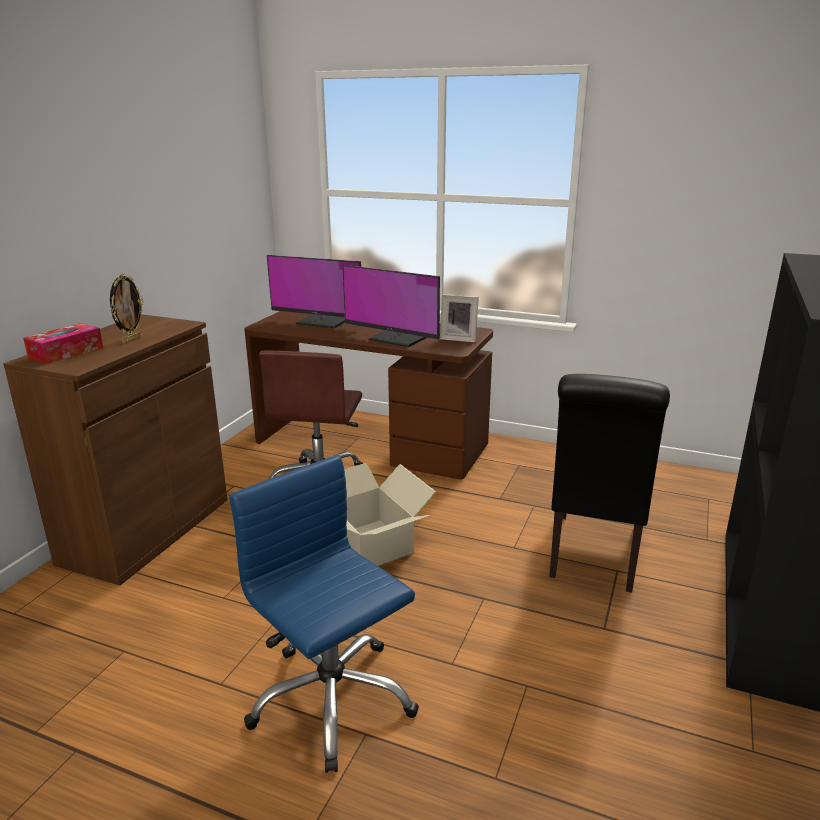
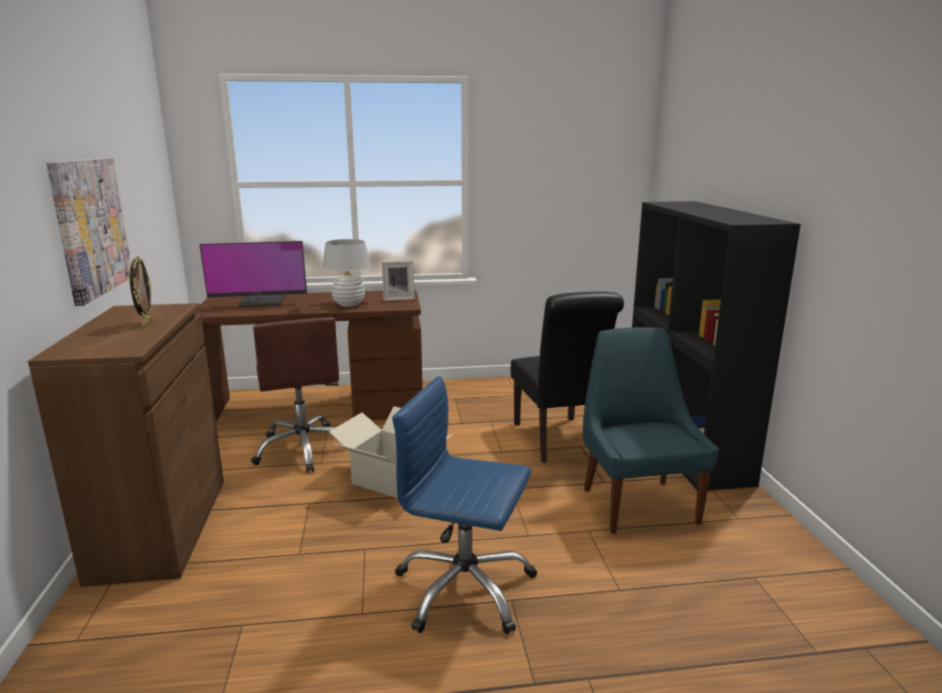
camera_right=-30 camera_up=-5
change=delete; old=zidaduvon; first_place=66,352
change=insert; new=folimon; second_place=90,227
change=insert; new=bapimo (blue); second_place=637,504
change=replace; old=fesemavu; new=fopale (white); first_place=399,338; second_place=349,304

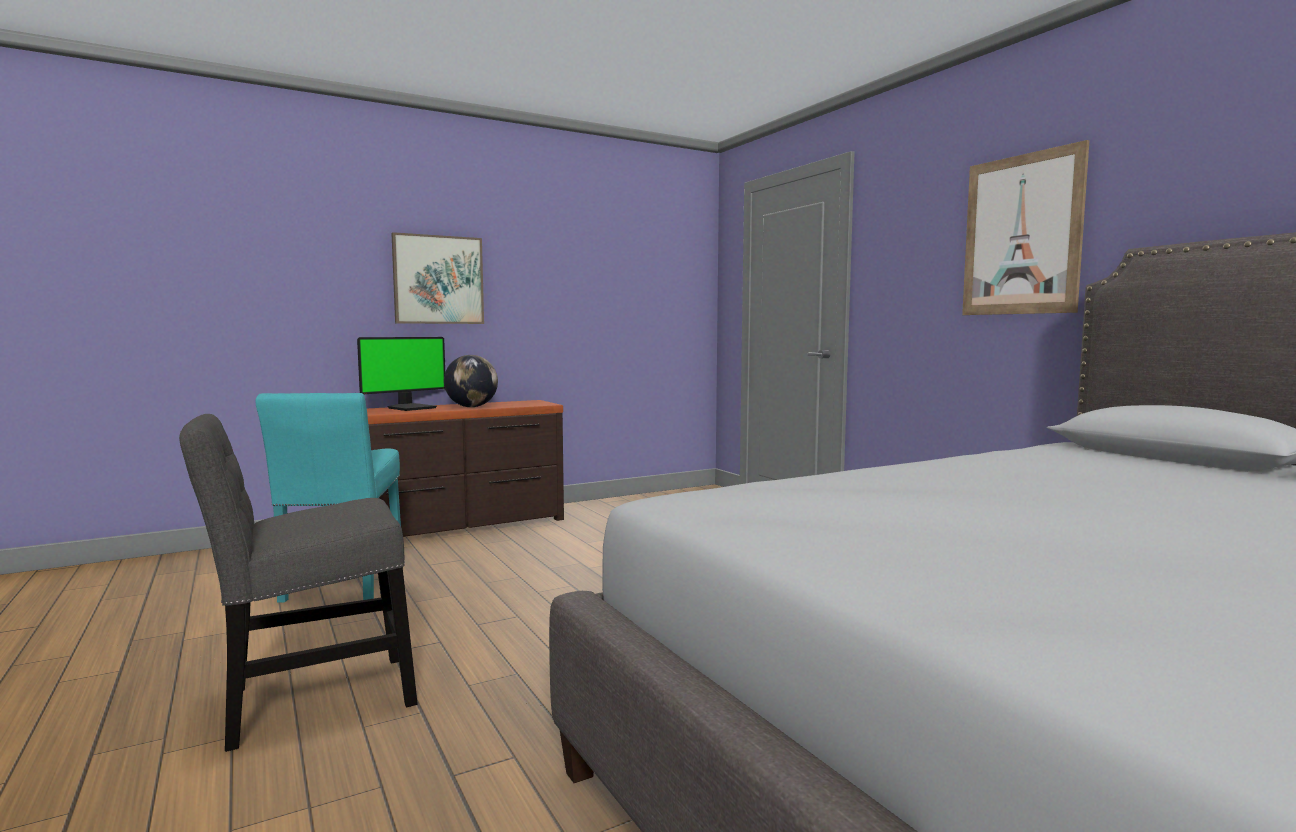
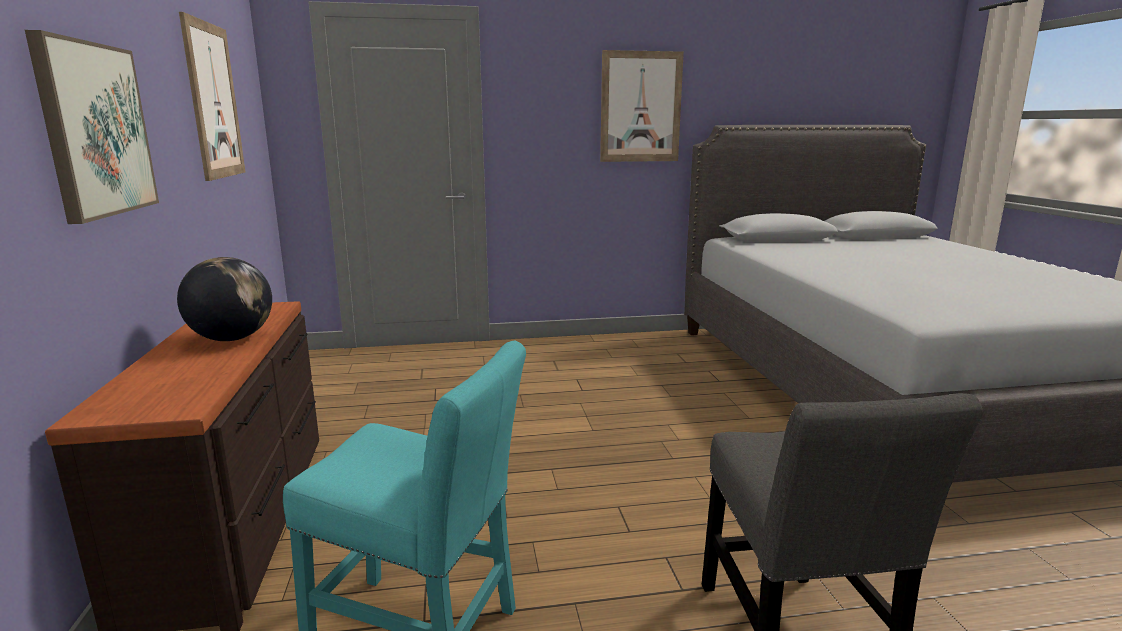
camera_right=-70 camera_up=10
change=delete; old=fesemavu; first_place=411,408
change=insert; new=folimon; second_place=214,101

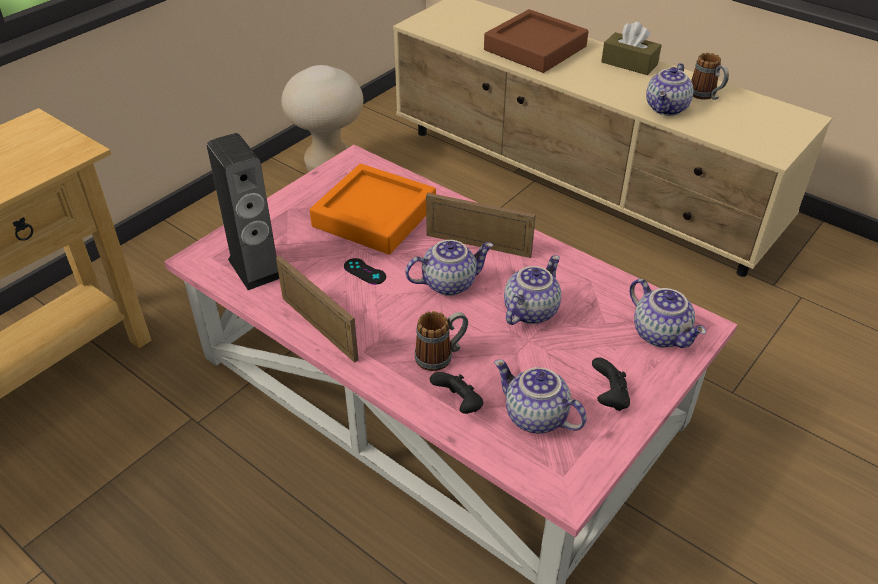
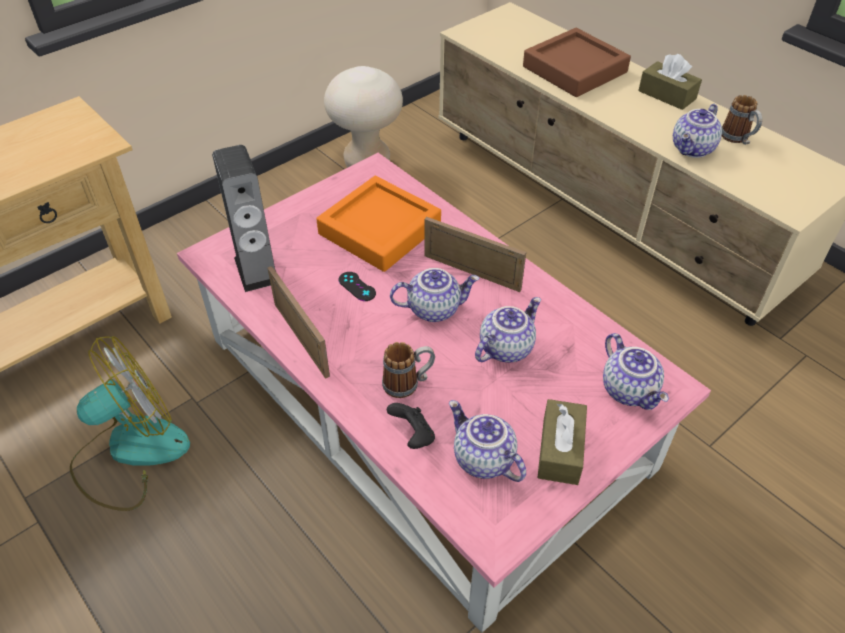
camera_right=10 camera_up=5
change=insert; new=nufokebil; second_place=130,452
change=replace; old=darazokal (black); new=zidaduvon (brown); first_place=609,397; second_place=560,450

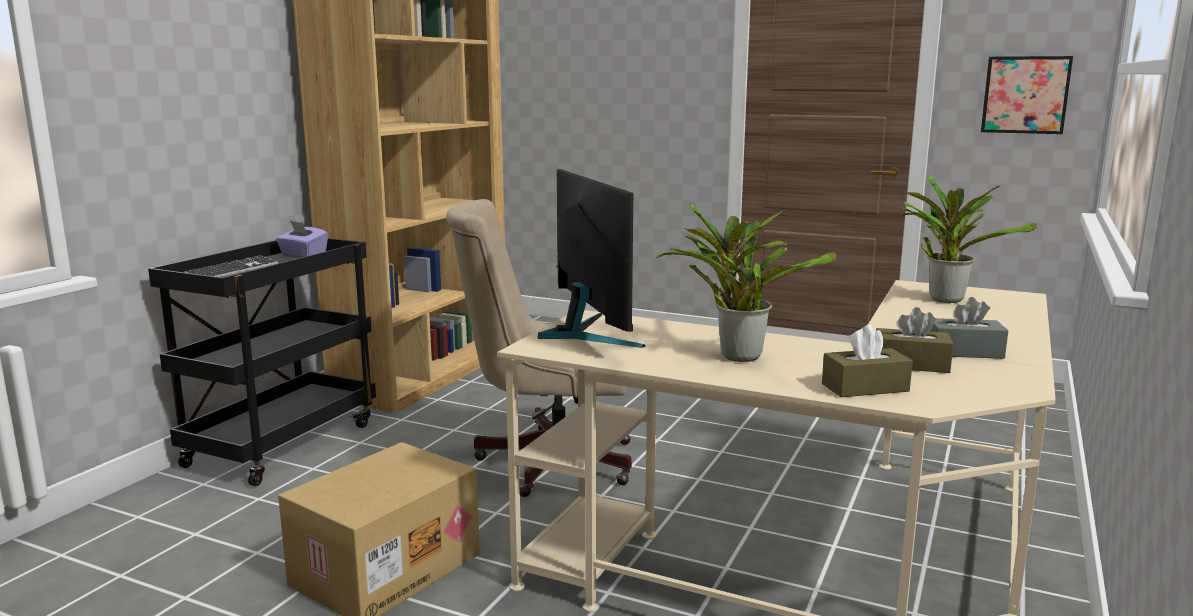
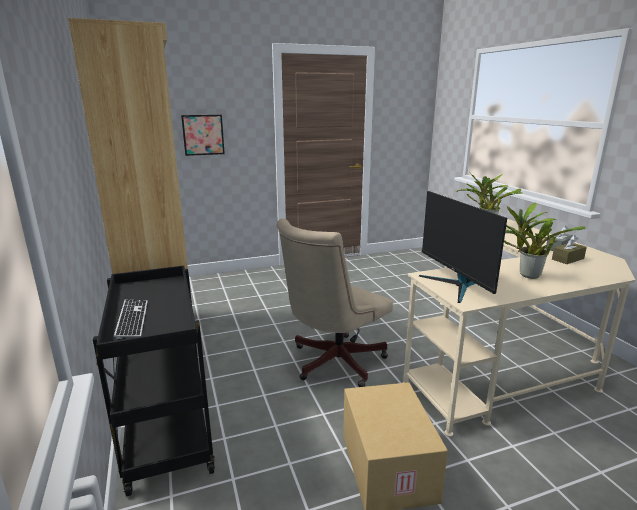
camera_right=-45 camera_up=5
change=delete; old=zidaduvon (purple); first_place=303,256
change=delete; old=zidaduvon (brown); first_place=865,387
change=move; old=folimon; first_place=1025,95; second_place=203,135
change=rotate; old=fesemavu; first_place=585,333; second_place=455,286; degrees=-135

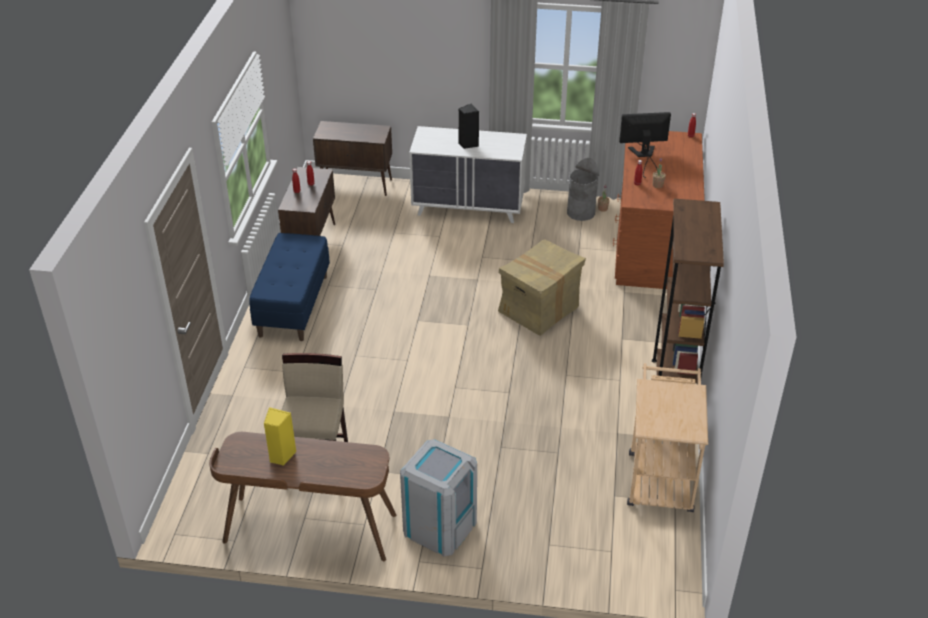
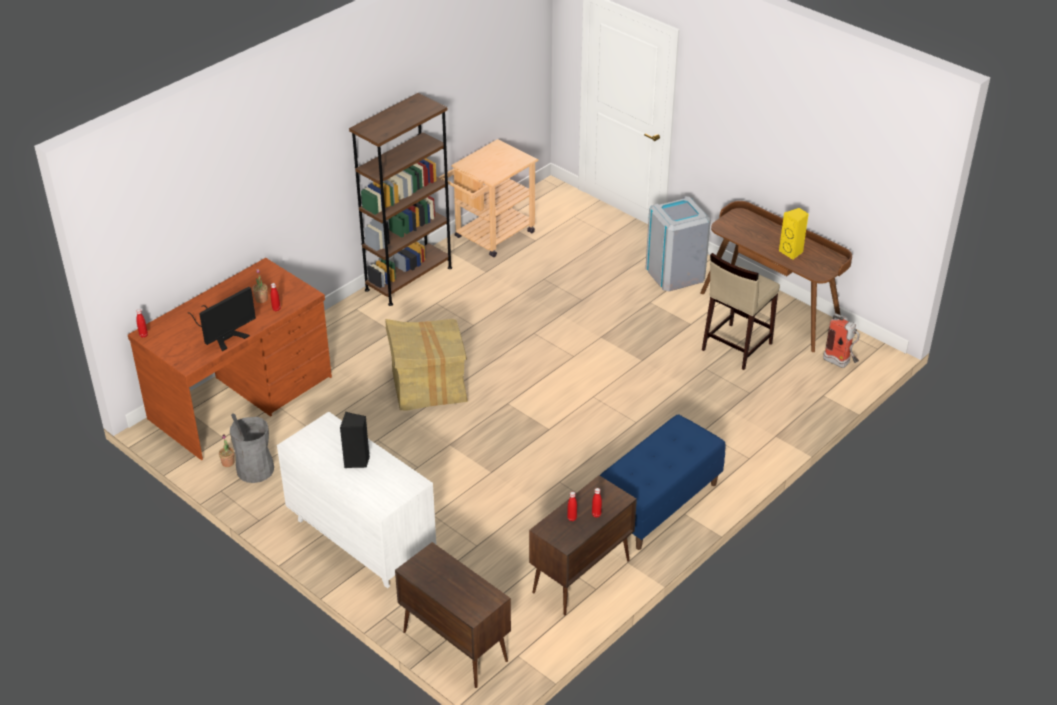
camera_right=-145 camera_up=0
change=insert; new=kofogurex; second_place=840,364
change=rotate; old=fesemavu; first_place=644,156; second_place=223,334; degrees=-75

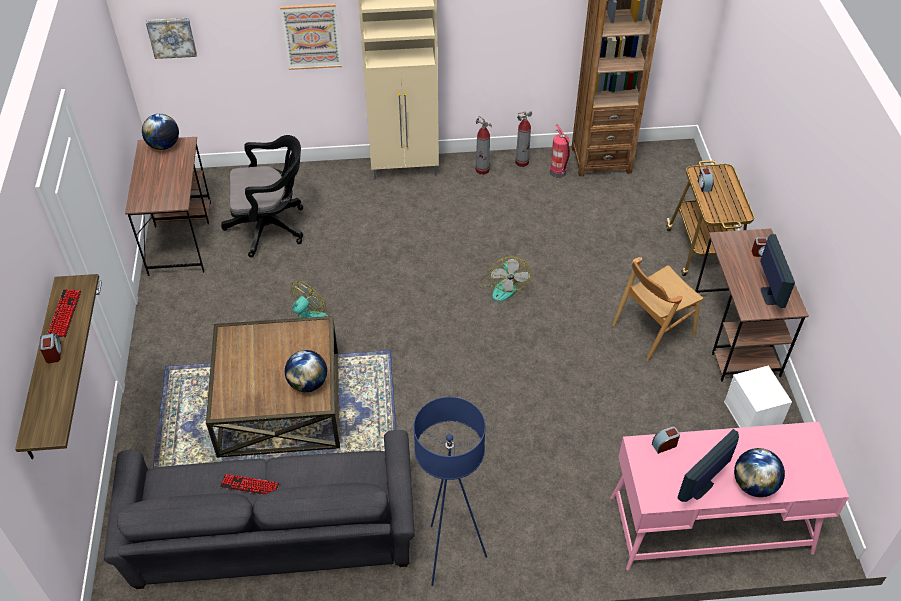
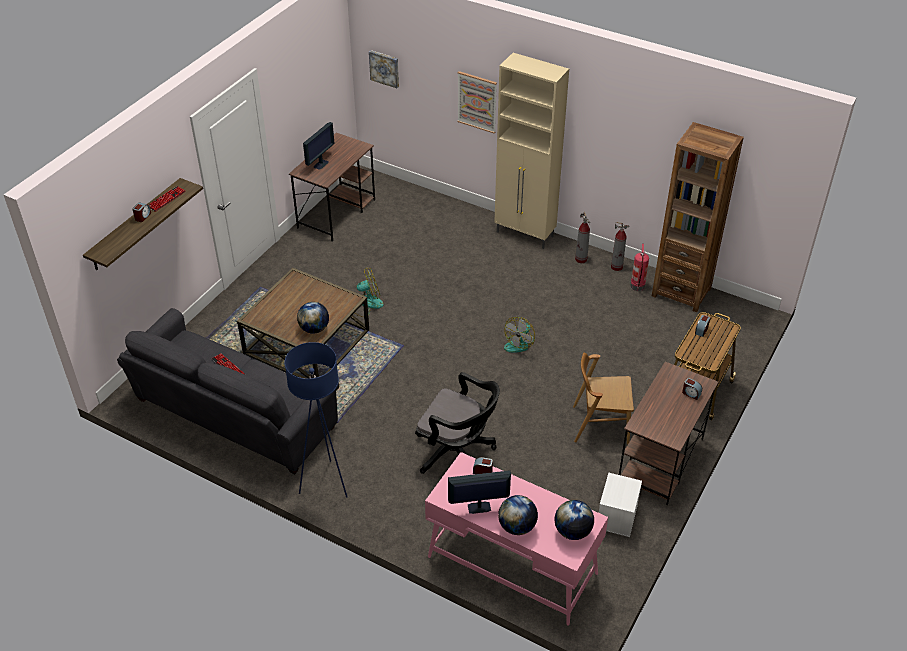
camera_right=35 camera_up=-5
change=move; old=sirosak; first_place=164,145; second_place=572,531
change=move; old=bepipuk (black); first_place=271,227; second_place=458,453
change=move; old=fesemavu; first_place=769,295; second_place=321,164

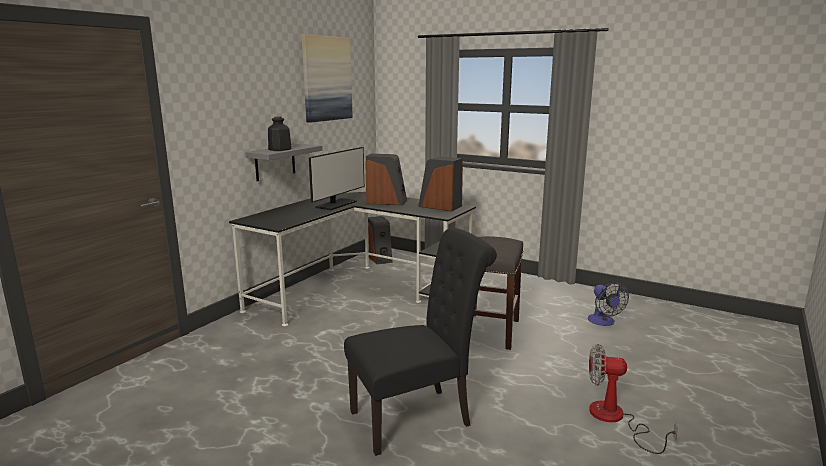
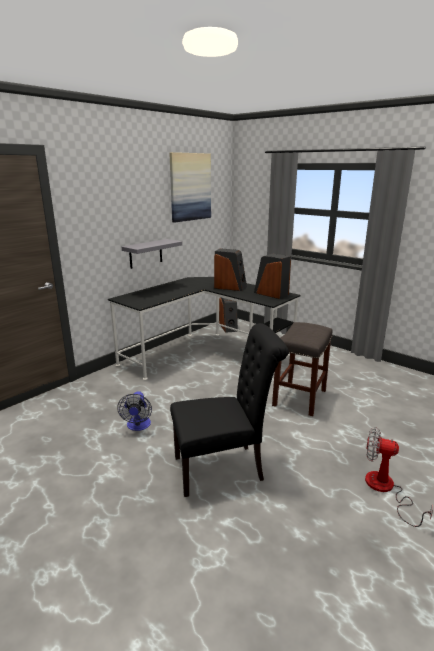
camera_right=10 camera_up=5
change=delete; old=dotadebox; first_place=279,149
change=delete; old=fesemavu; first_place=336,204
change=move; old=nufokebil; first_place=603,322; second_place=138,426

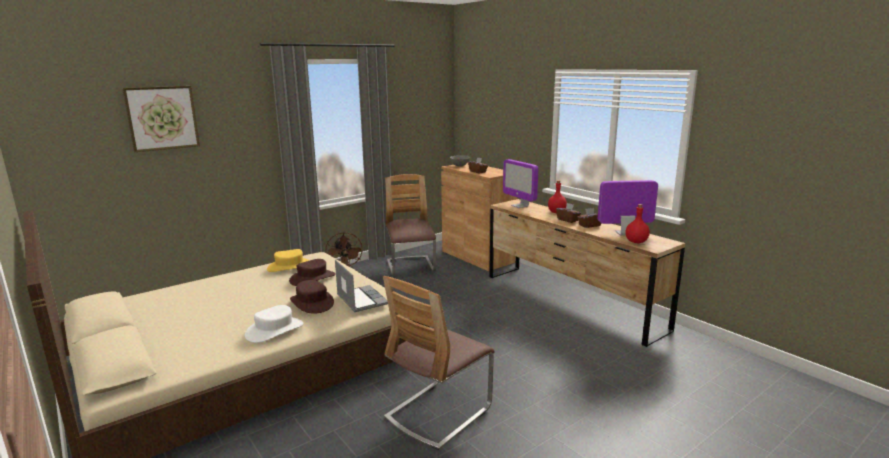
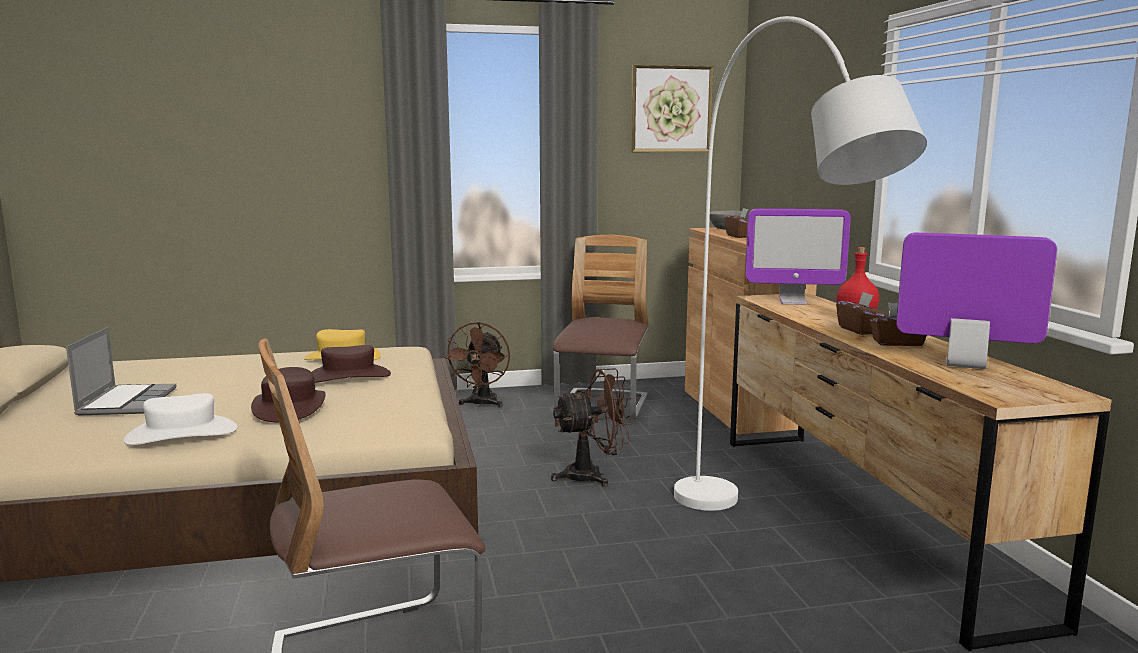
camera_right=25 camera_up=-5
change=delete; old=dotadebox (red); first_place=636,242
change=insert; new=nufokebil (brown); second_place=593,476
change=insert; new=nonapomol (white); second_place=765,552
change=move; old=folimon; first_place=162,118; second_place=671,109
change=move; old=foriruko; first_place=361,300; second_place=126,401
change=rotate; old=fesemavu; first_place=520,206; second_place=793,302; degrees=-75

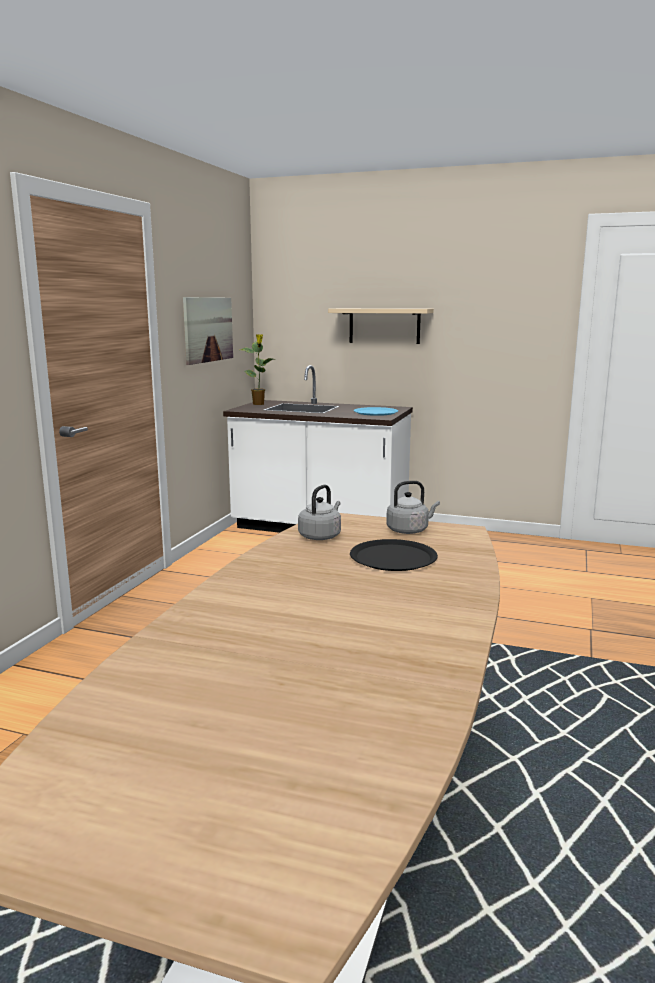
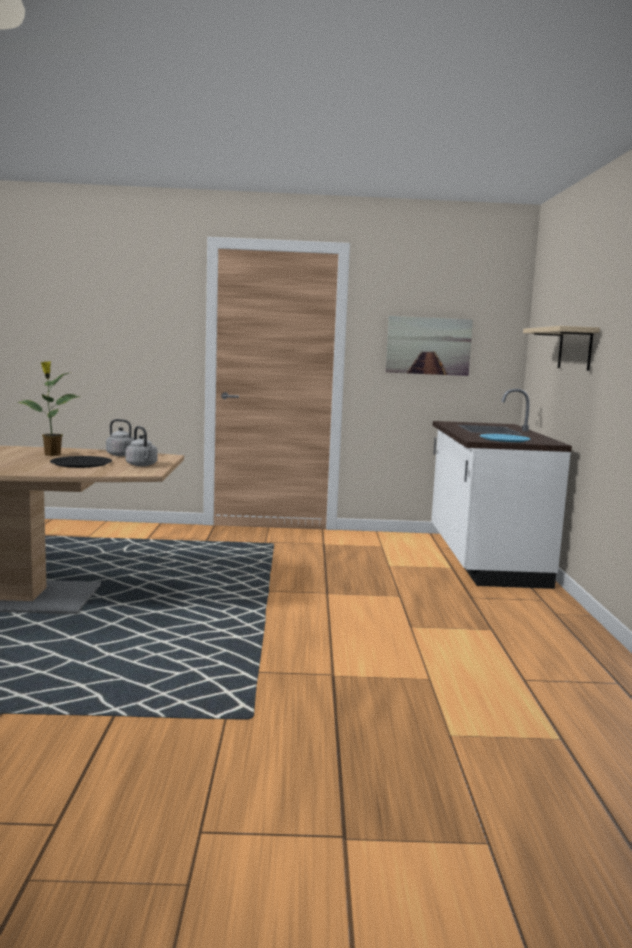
camera_right=70 camera_up=-5
change=move; old=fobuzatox; first_place=259,404; second_place=51,454

